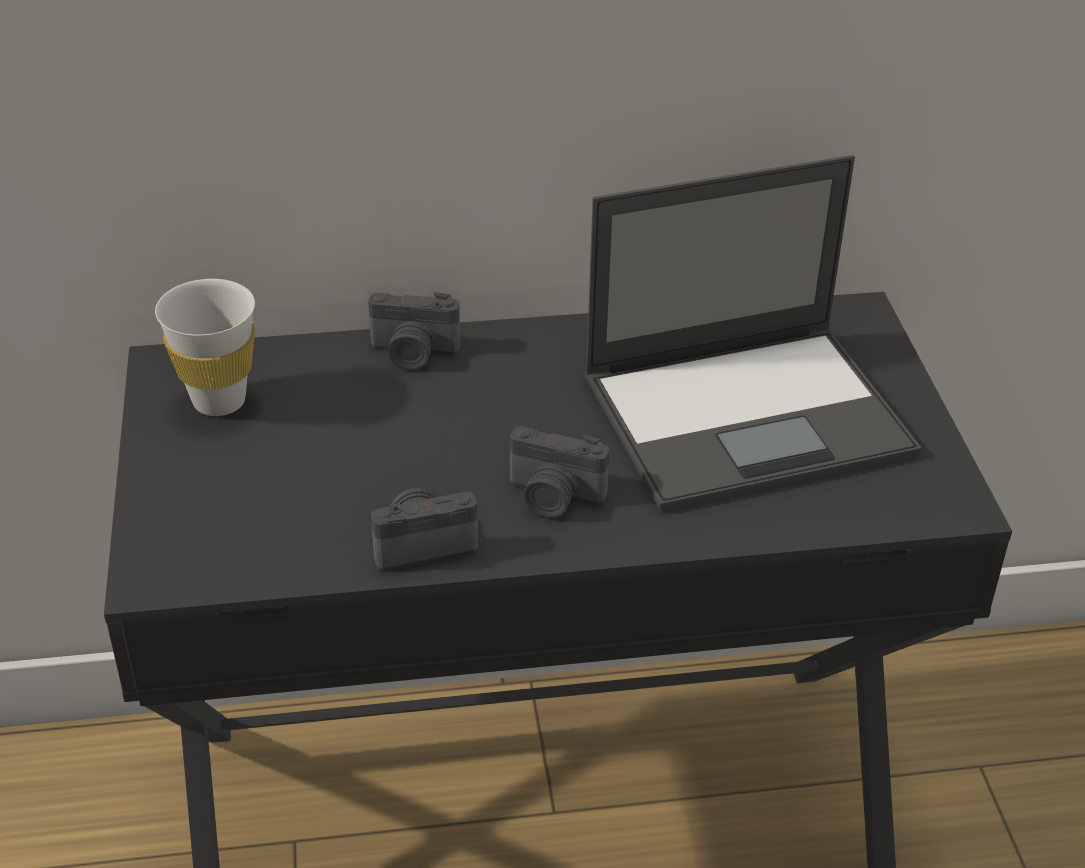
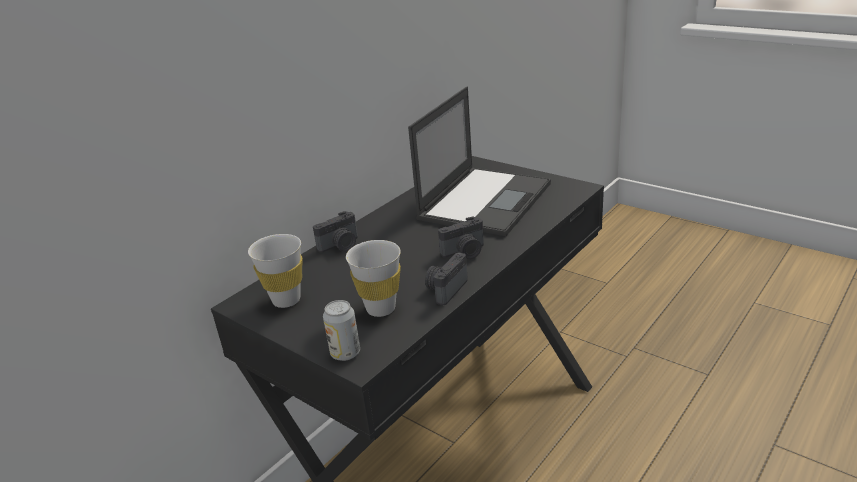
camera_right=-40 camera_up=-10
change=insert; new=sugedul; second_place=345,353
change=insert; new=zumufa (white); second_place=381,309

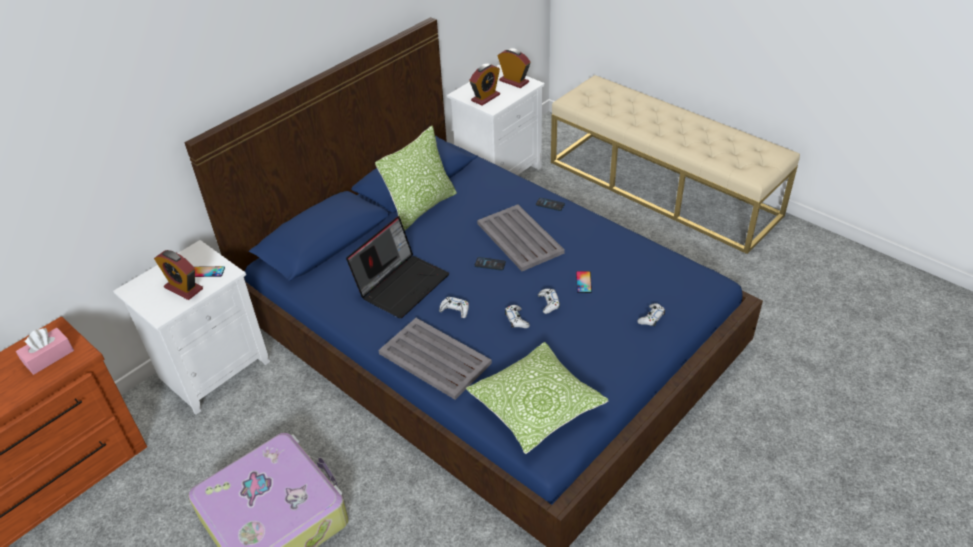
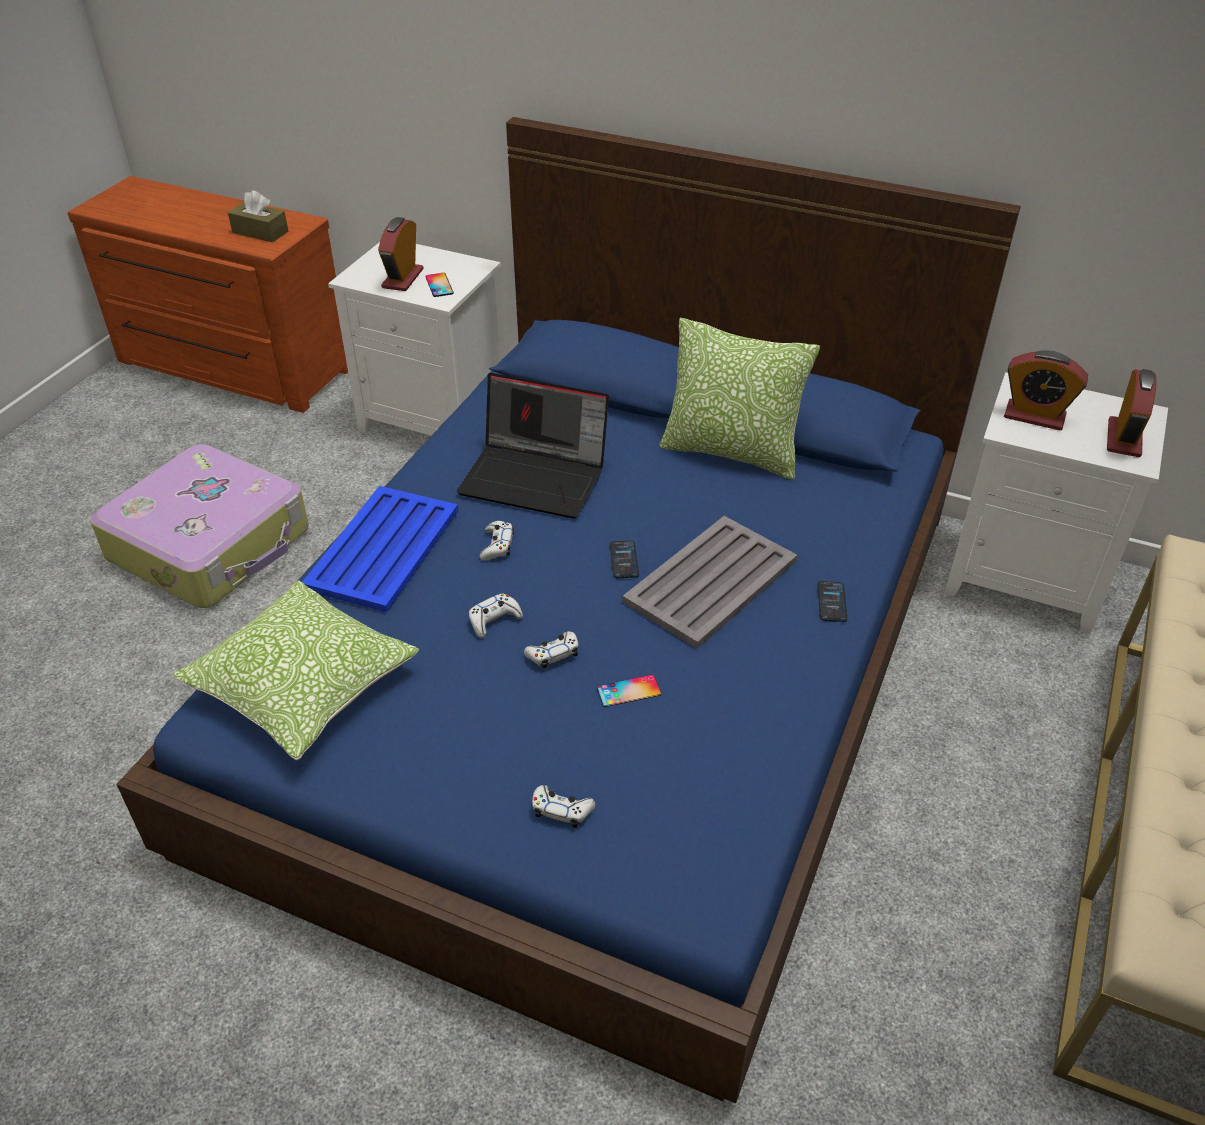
camera_right=70 camera_up=0
change=recolor; old=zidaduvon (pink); new=zidaduvon (brown); first_place=49,357; second_place=260,232
change=recolor; old=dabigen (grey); new=dabigen (blue); first_place=435,359; second_place=382,550

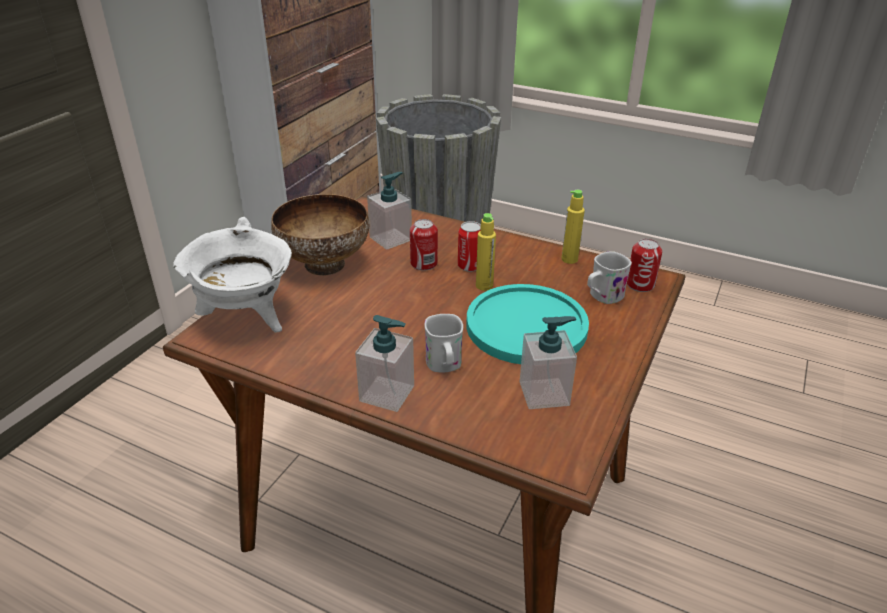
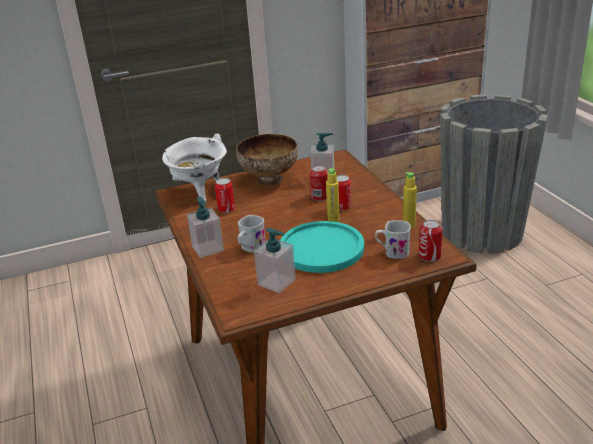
camera_right=45 camera_up=-5
change=insert; new=sugedul; second_place=226,209

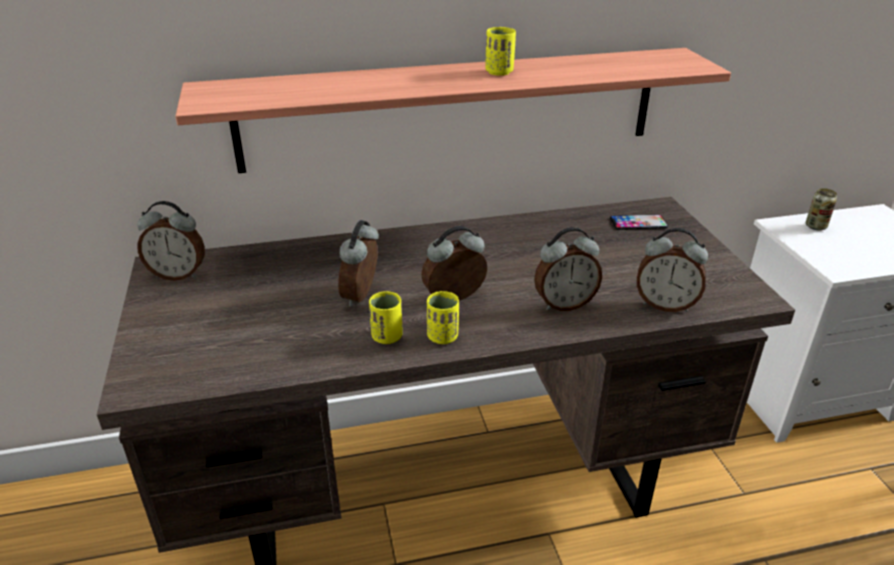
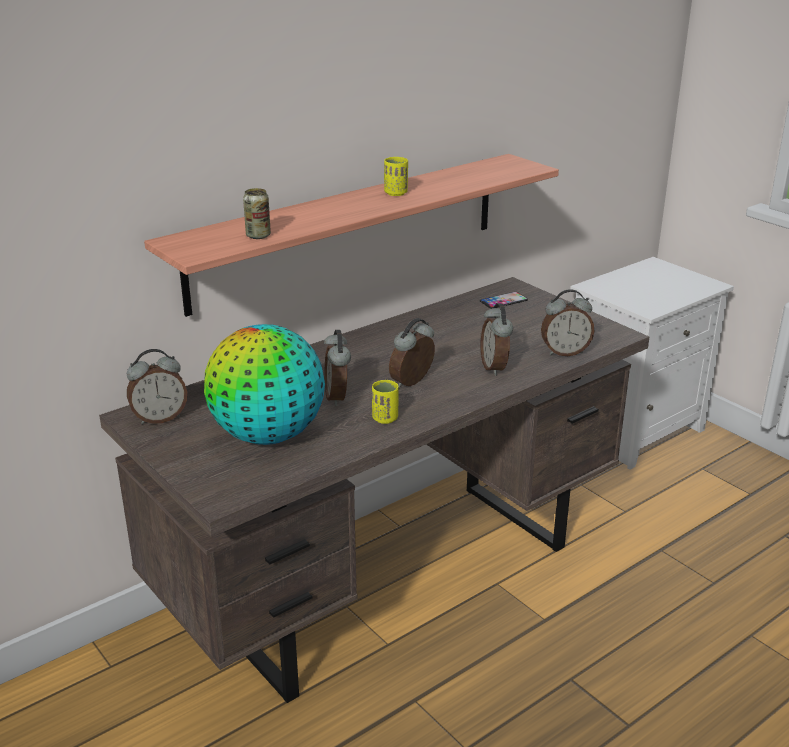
camera_right=-25 camera_up=-5
change=delete; old=zumufa (yellow); first_place=442,337
change=insert; new=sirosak; second_place=268,436
change=move; old=sugedul; first_place=815,226; second_place=258,236
change=rotate; old=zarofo; first_place=564,304; second_place=495,367; degrees=120

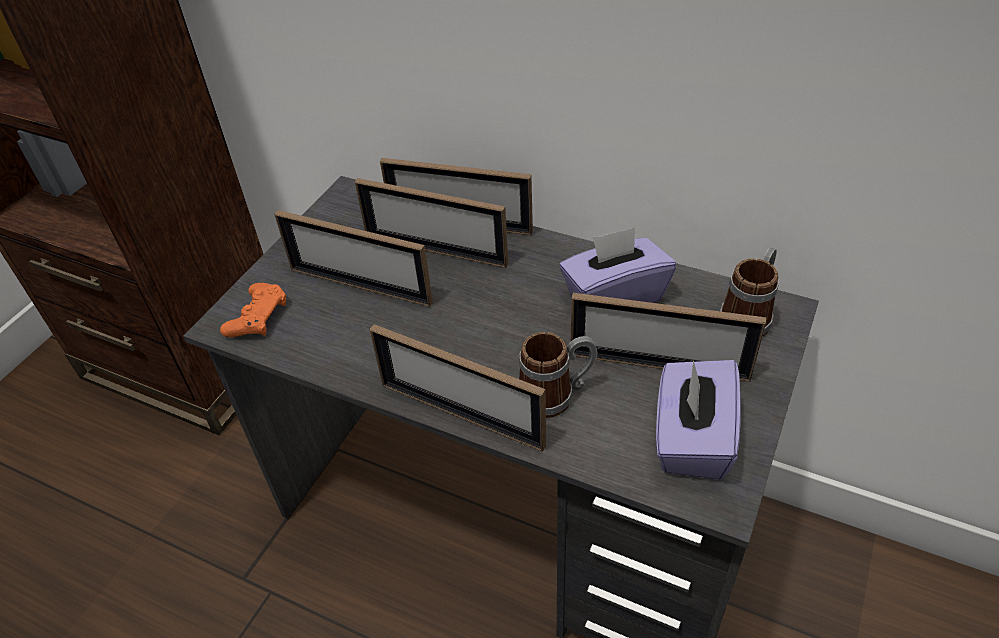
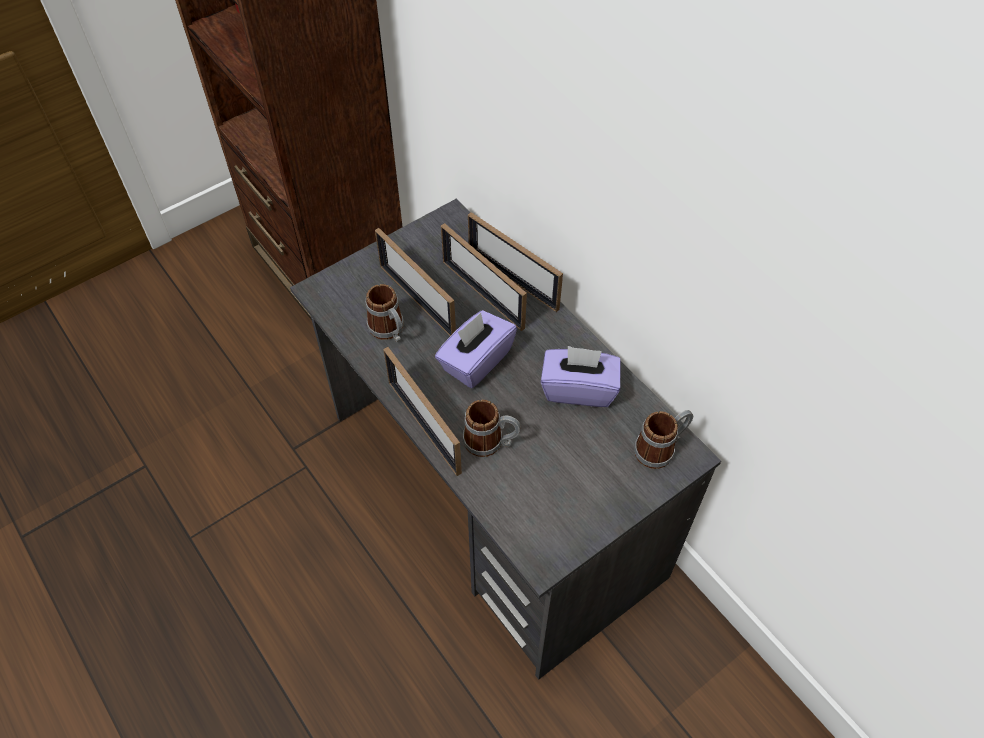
camera_right=25 camera_up=10
change=delete; old=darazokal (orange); first_place=257,317
change=delete; old=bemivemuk; first_place=658,365
change=insert; new=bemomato; second_place=389,331
change=move; old=zidaduvon (purple); first_place=691,439; second_place=476,361

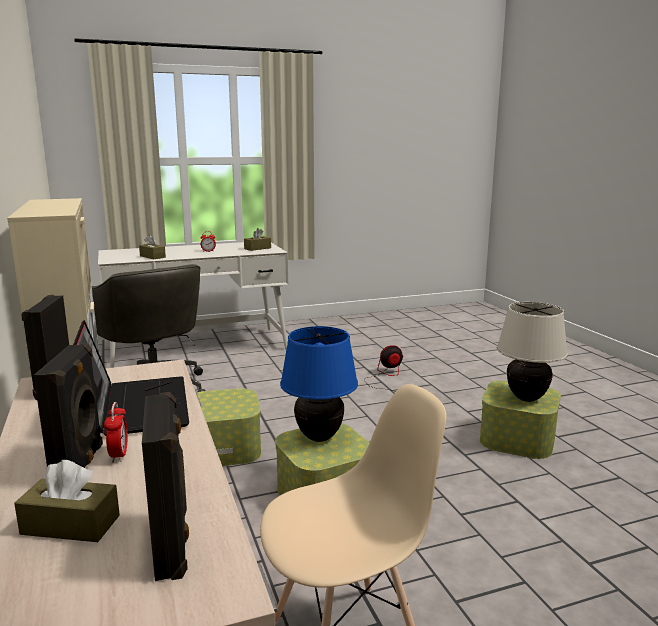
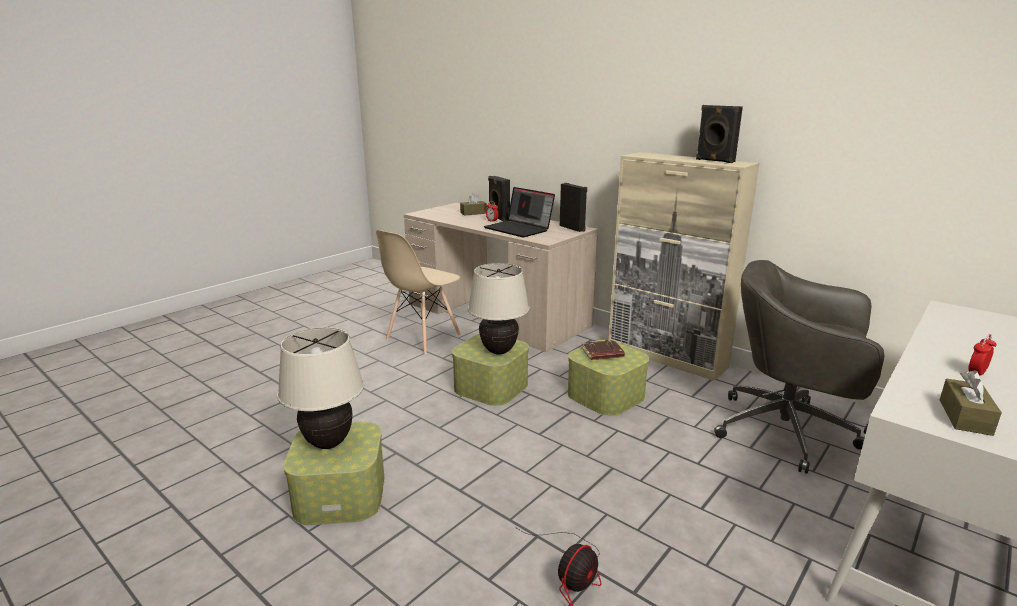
camera_right=150 camera_up=5
change=delete; old=zidaduvon (brown); first_place=152,256
change=insert; new=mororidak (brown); second_place=602,354
change=move; old=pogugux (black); first_place=172,545; second_place=714,161
change=recolor; old=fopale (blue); new=fopale (beige); first_place=319,437; second_place=499,351

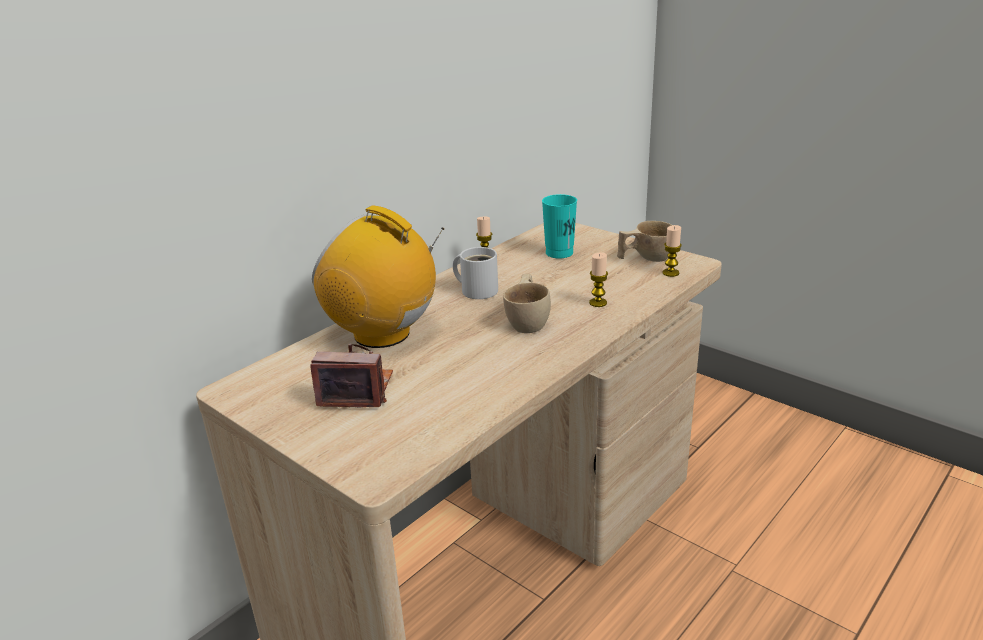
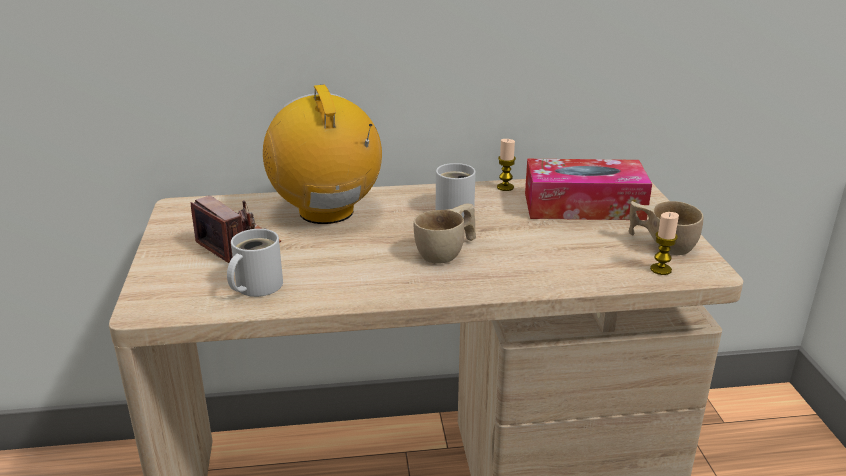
camera_right=40 camera_up=0
change=delete; old=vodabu; first_place=598,303
change=insert; new=bemomato (white); second_place=255,286
change=replace; old=zumufa (turquoise); new=zidaduvon; first_place=559,253; second_place=583,206

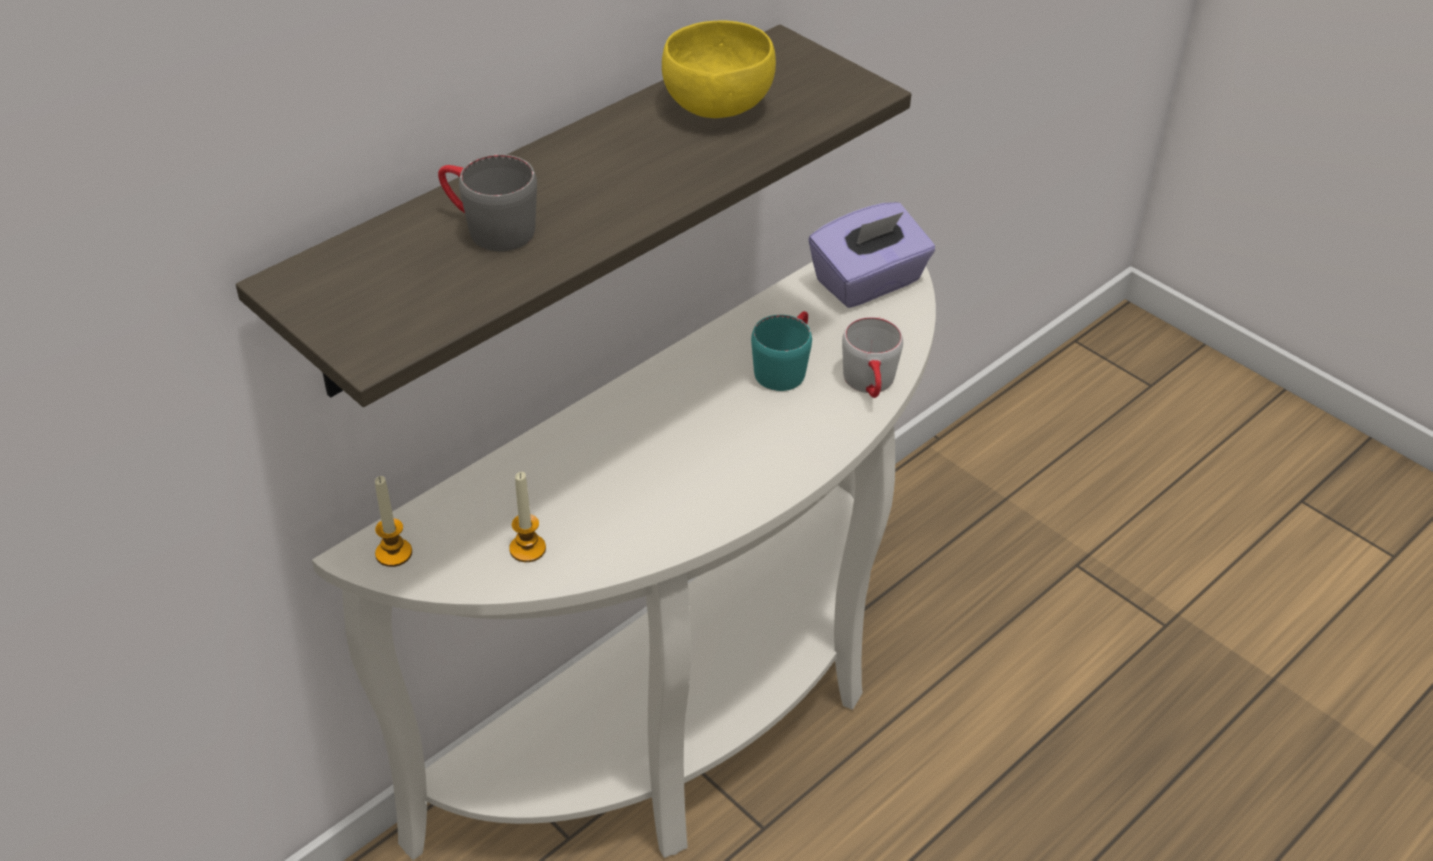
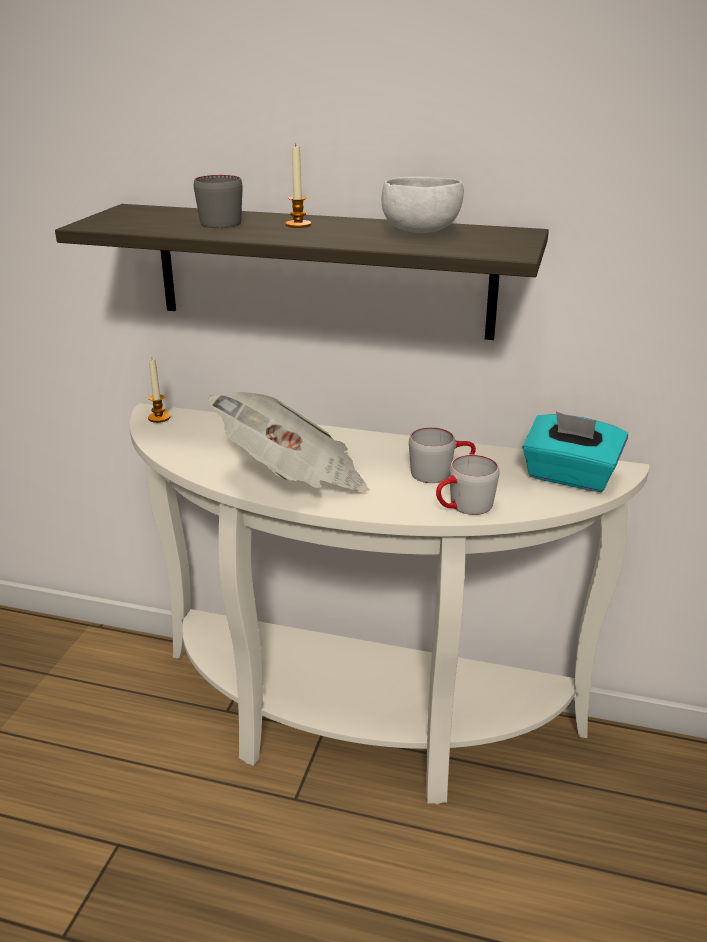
camera_right=60 camera_up=-15
change=insert; new=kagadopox; second_place=294,478
change=move; old=vodabu; first_place=527,549; second_place=298,225
change=recolor; old=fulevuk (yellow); new=fulevuk (white); first_place=716,106; second_place=420,232
change=recolor; old=bemomato (turquoise); new=bemomato (grey); first_place=785,366; second_place=440,473
change=recolor; old=zidaduvon (purple); new=zidaduvon (turquoise); first_place=868,282; second_place=569,477

